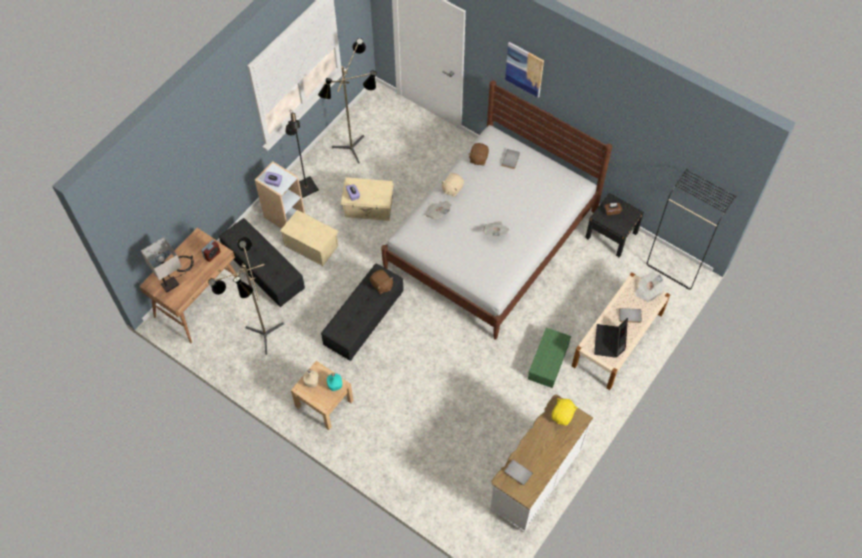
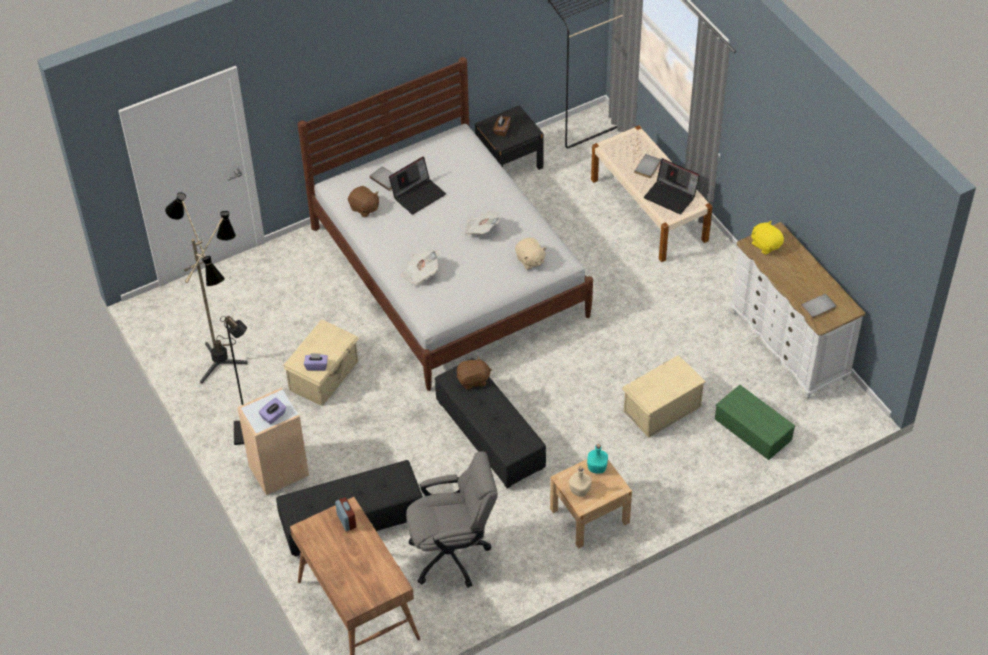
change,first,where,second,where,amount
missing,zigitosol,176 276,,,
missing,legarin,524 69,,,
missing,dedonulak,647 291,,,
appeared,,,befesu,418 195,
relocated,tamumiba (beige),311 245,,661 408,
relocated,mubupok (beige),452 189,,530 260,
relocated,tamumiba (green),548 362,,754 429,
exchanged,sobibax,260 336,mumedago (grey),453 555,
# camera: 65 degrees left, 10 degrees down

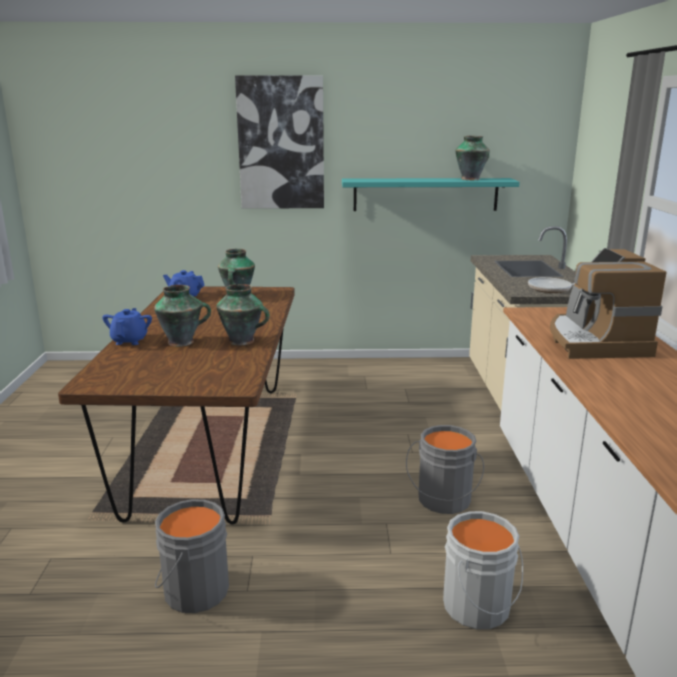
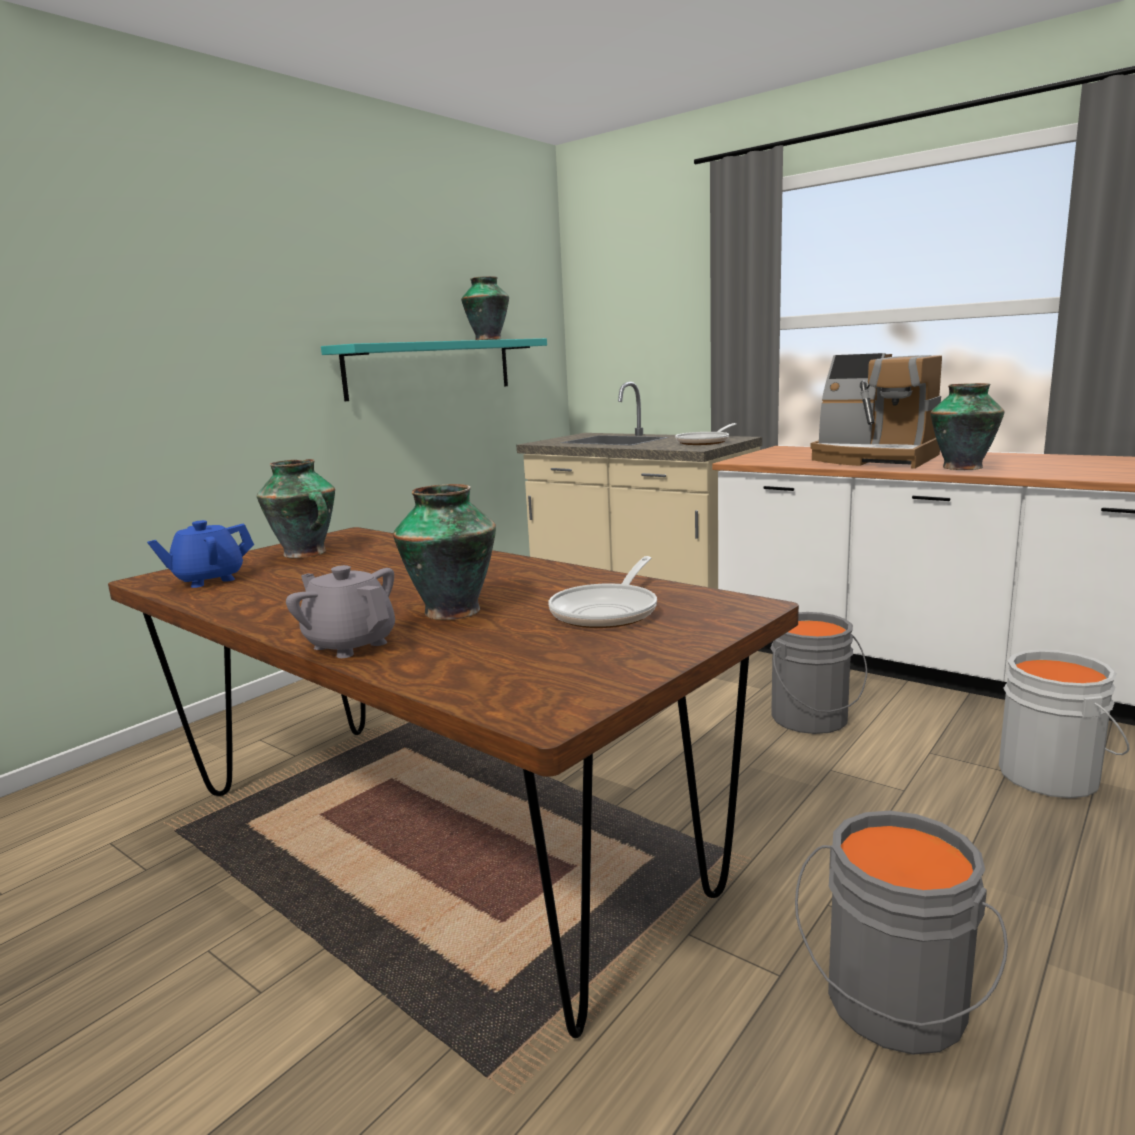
change,first,where,second,where,amount
missing,legarin,281 143,,,
appeared,,,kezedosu,608 611,
relocated,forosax,243 341,,964 467,
colour,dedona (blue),130 341,dedona (grey),350 644,
# camera: 50 degrees left, 5 degrees down

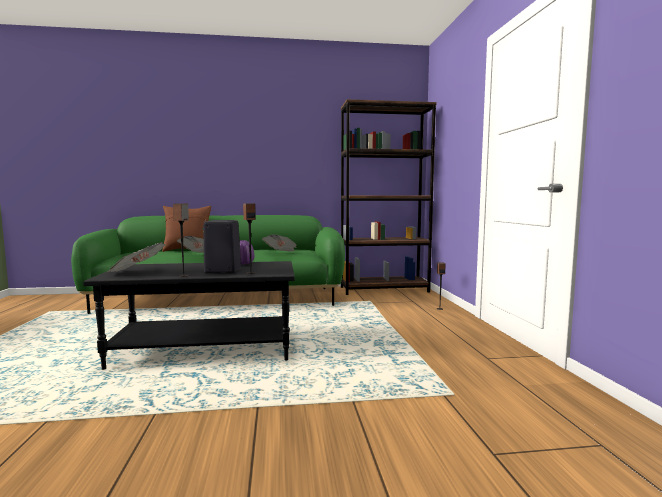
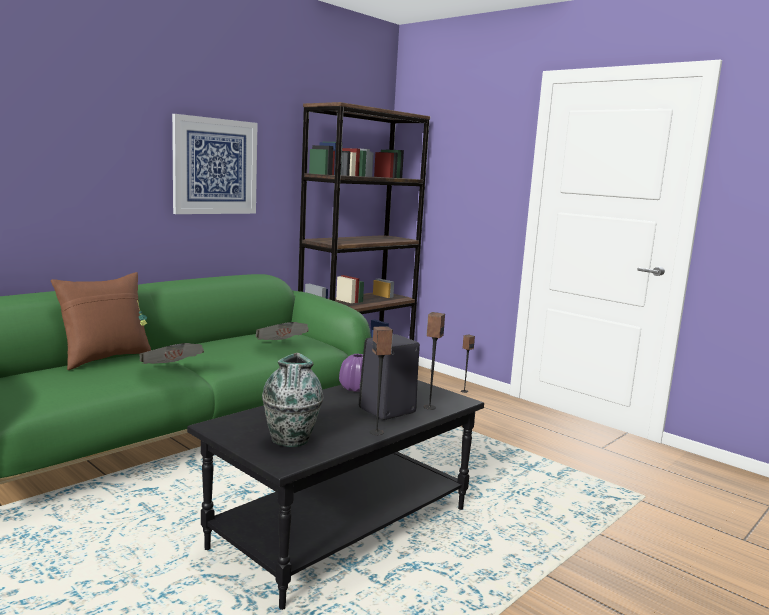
change,first,where,second,where,amount
appeared,,,legarin,215 166,
exchanged,dedonulak,137 272,forosax,290 440,
# camera: 40 degrees left, 5 degrees up

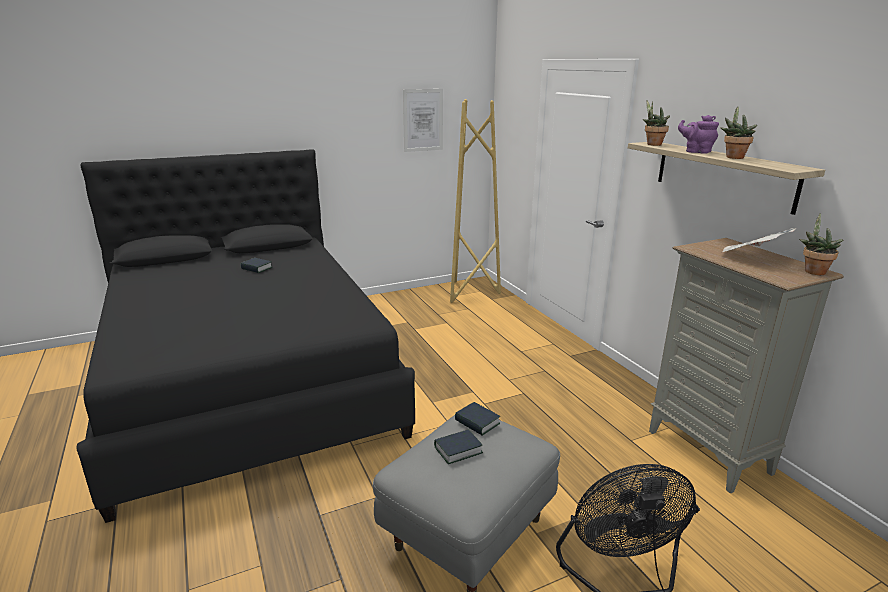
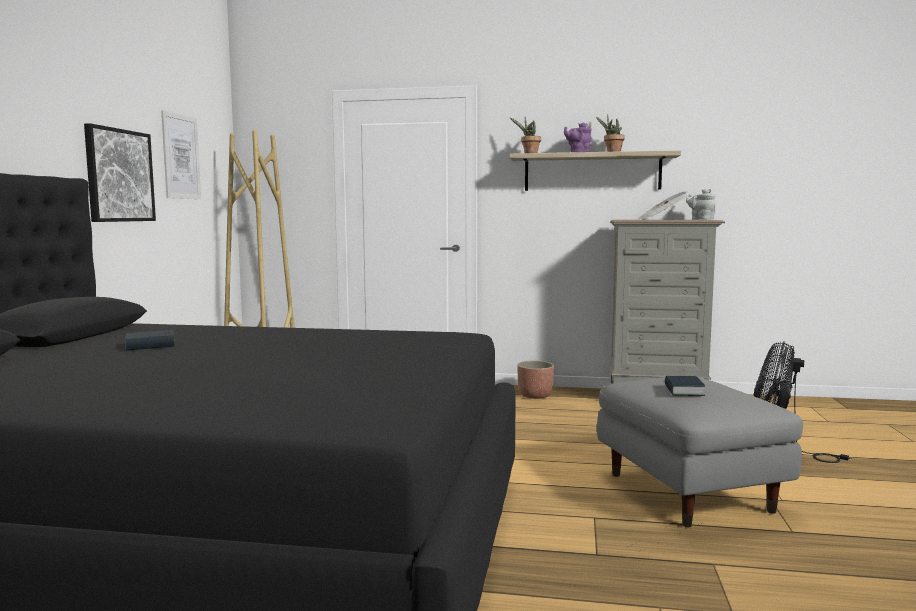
change,first,where,second,where,amount
missing,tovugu,477 422,,,
appeared,,,legarin,119 175,
appeared,,,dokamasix,535 395,
exchanged,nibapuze,812 271,dedona (grey),701 219,
# camera: 55 degrees left, 15 degrees down

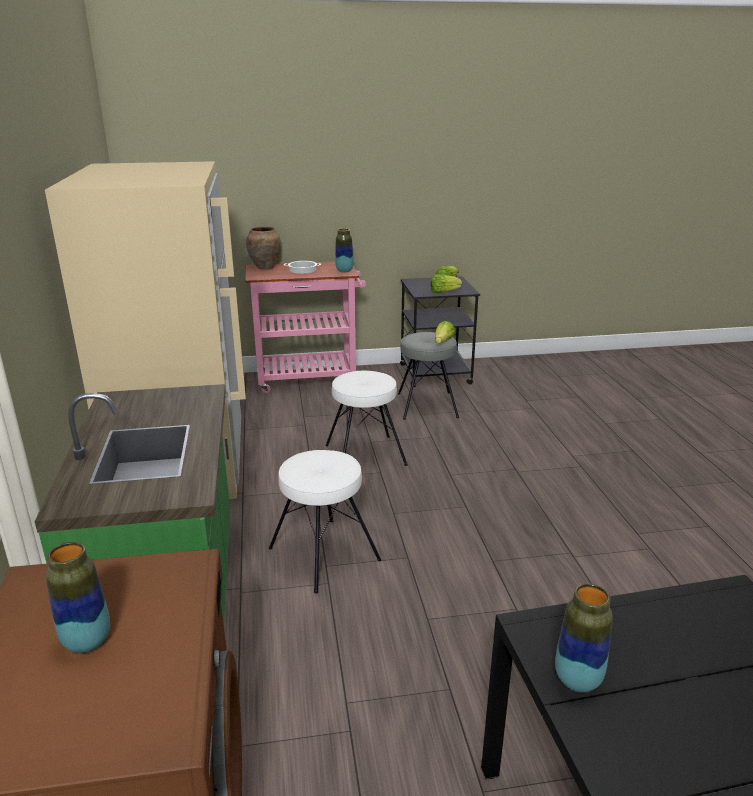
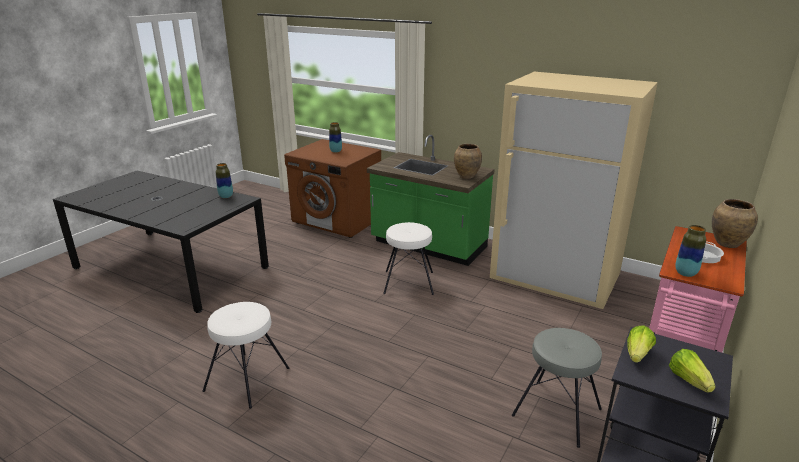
change,first,where,second,where,amount
missing,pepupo,443 342,,,
appeared,,,forosax (brown),466 176,
relocated,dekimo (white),365 454,,248 379,
# camera: 130 degrees right, 0 degrees up

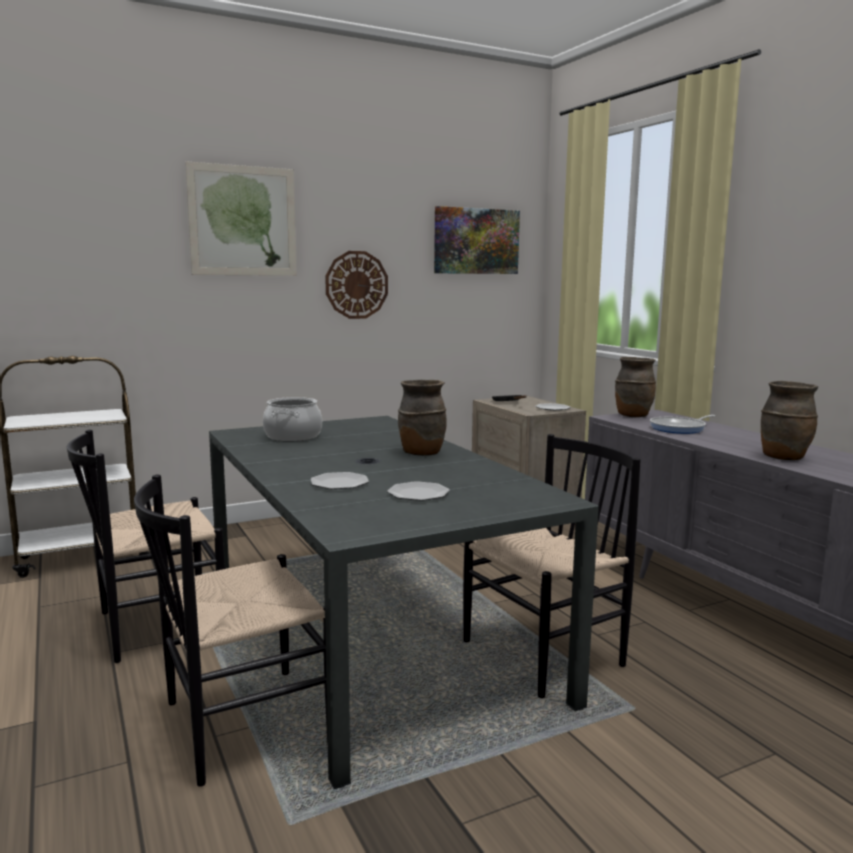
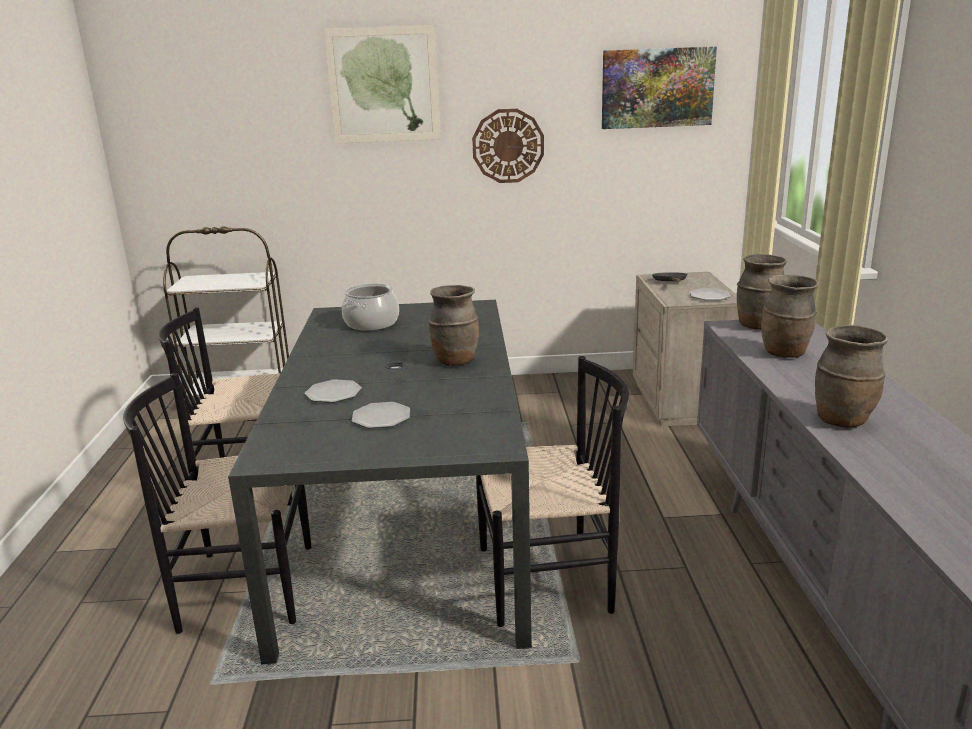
change,first,where,second,where,amount
exchanged,kezedosu,680 428,forosax (brown),785 353,
# camera: 25 degrees right, 10 degrees up

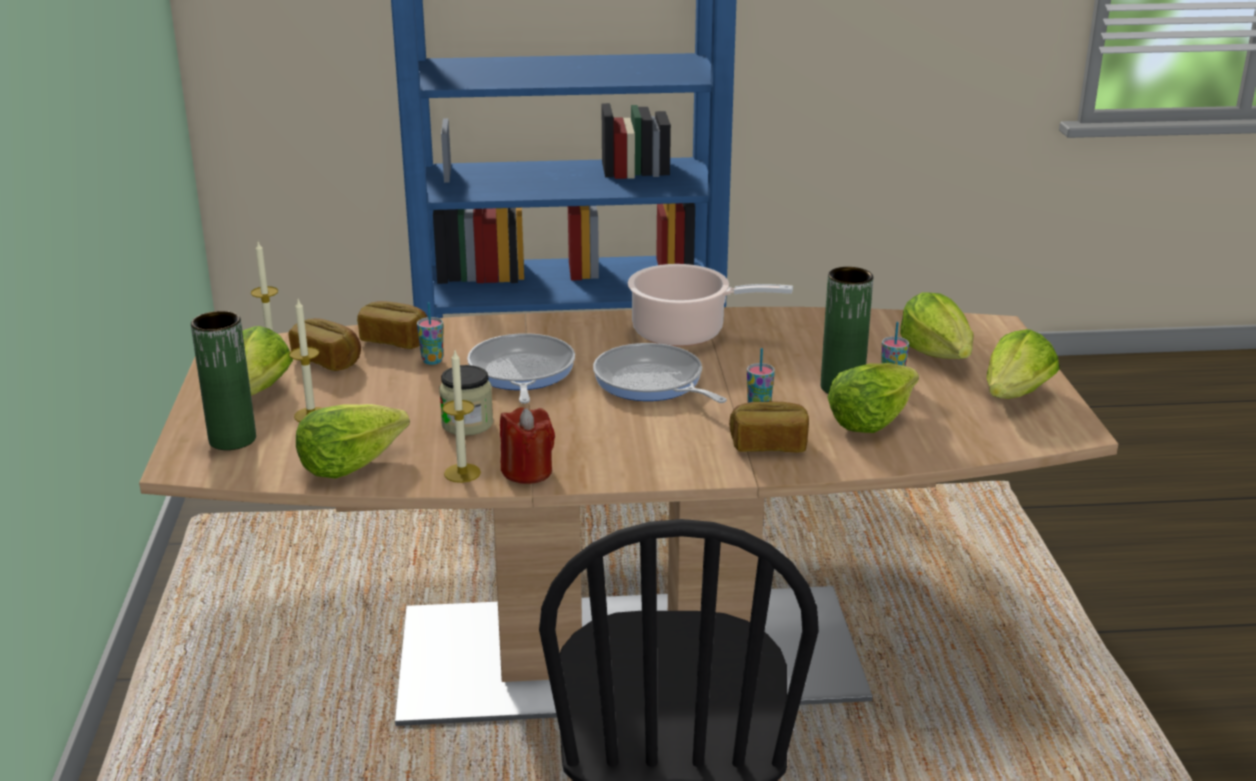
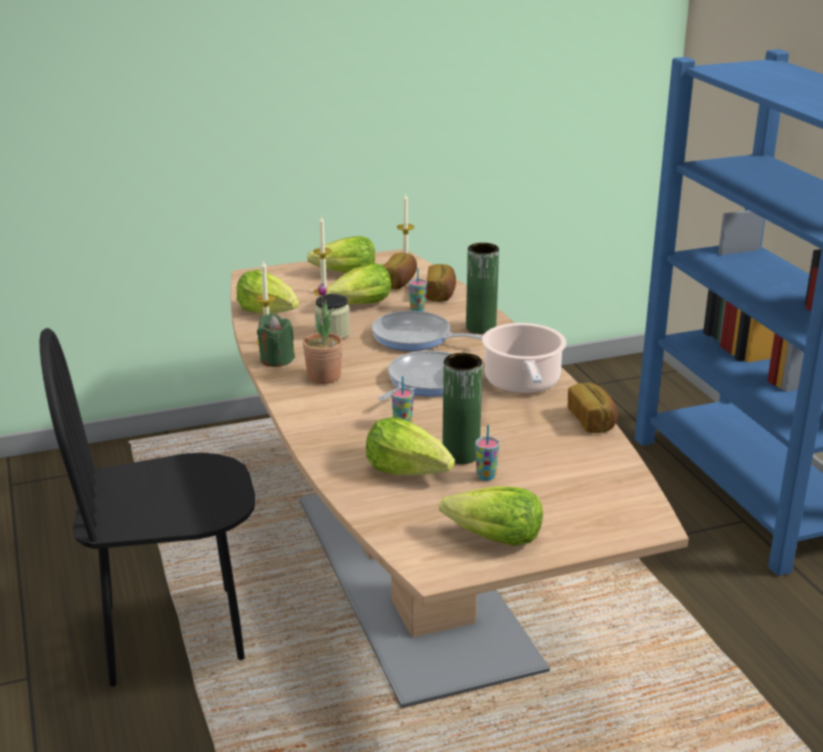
change,first,where,second,where,amount
appeared,,,nibapuze,324 377,
relocated,forosax (green),232 439,,481 328,
relocated,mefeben,769 445,,592 421,
relocated,pepupo,938 354,,361 305,
colour,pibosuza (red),527 471,pibosuza (green),276 359,
spun,kezedosu,521 373,,415 337,135 degrees counterclockwise
# camera: 75 degrees right, 0 degrees up

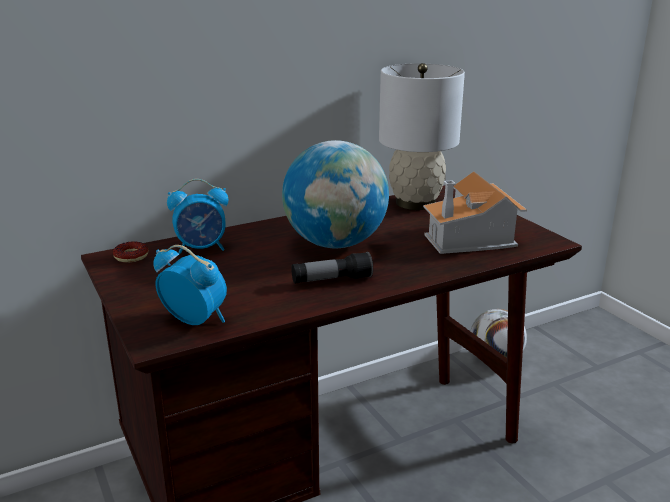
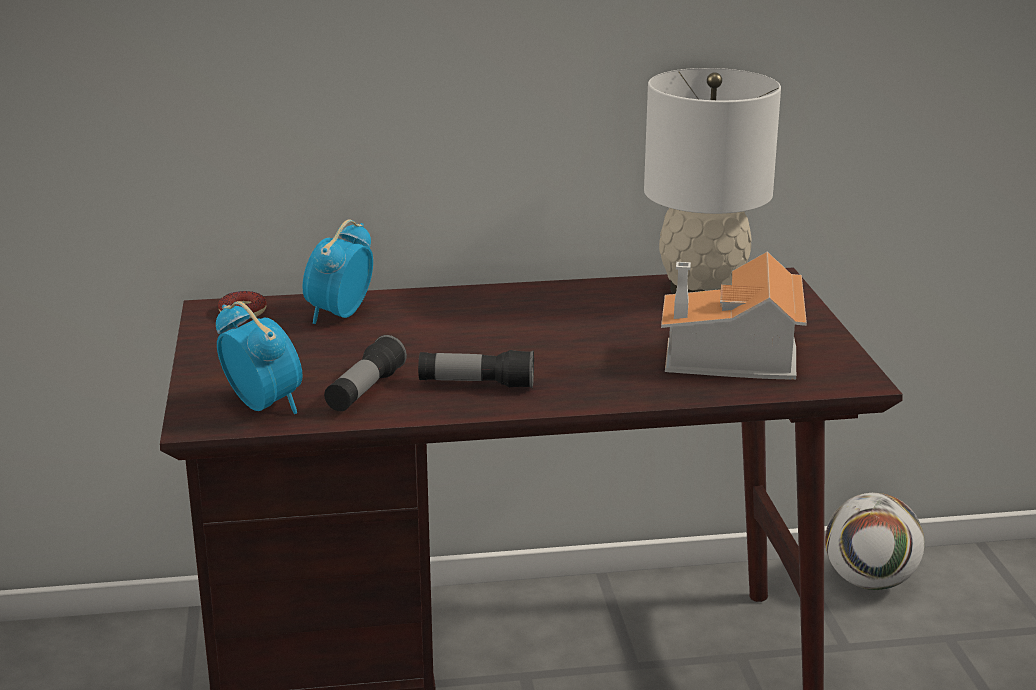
change,first,where,second,where,amount
missing,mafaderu,335 244,,,
appeared,,,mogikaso,365 391,
spun,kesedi,202 249,,339 315,105 degrees clockwise
# camera: 20 degrees right, 0 degrees up

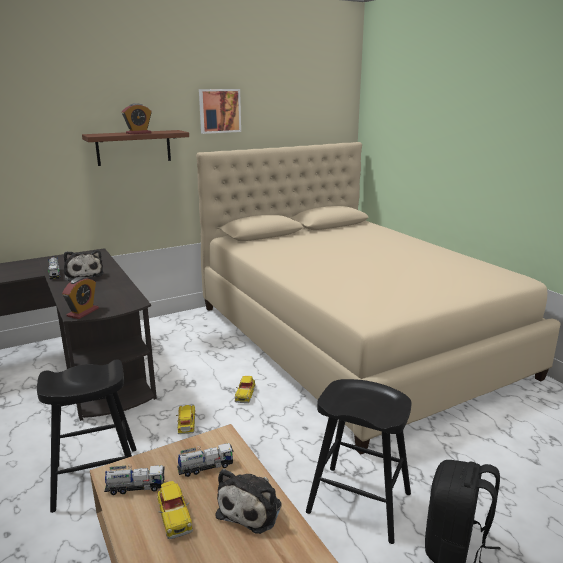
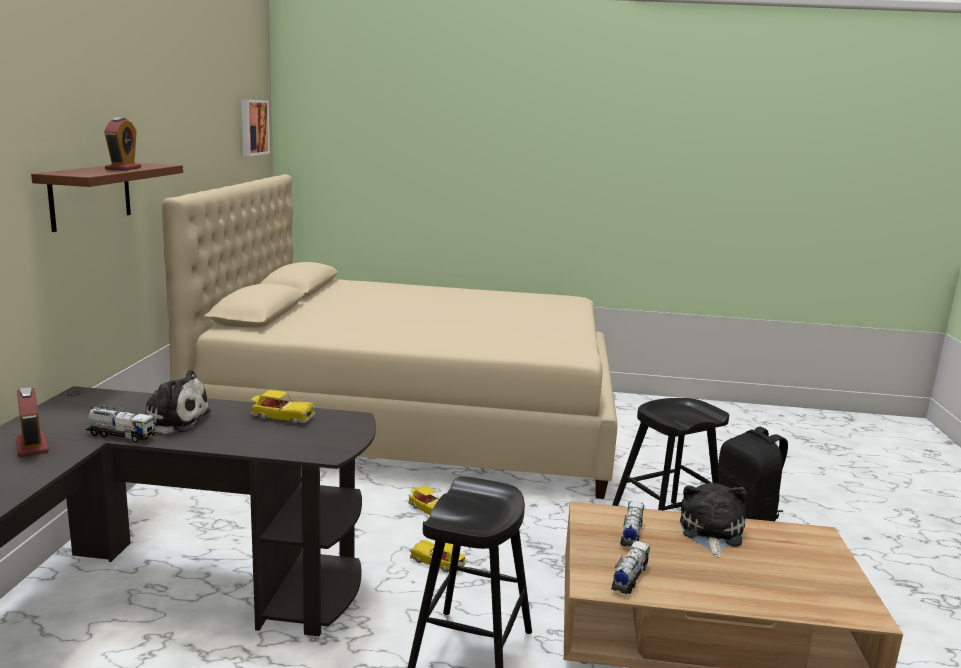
change,first,where,second,where,amount
relocated,kesedi,83 312,,32 446,
relocated,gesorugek,174 515,,282 417,
relocated,legarin,219 111,,253 127,
spun,mubupok,252 508,,710 533,135 degrees counterclockwise
# camera: 55 degrees left, 5 degrees down

